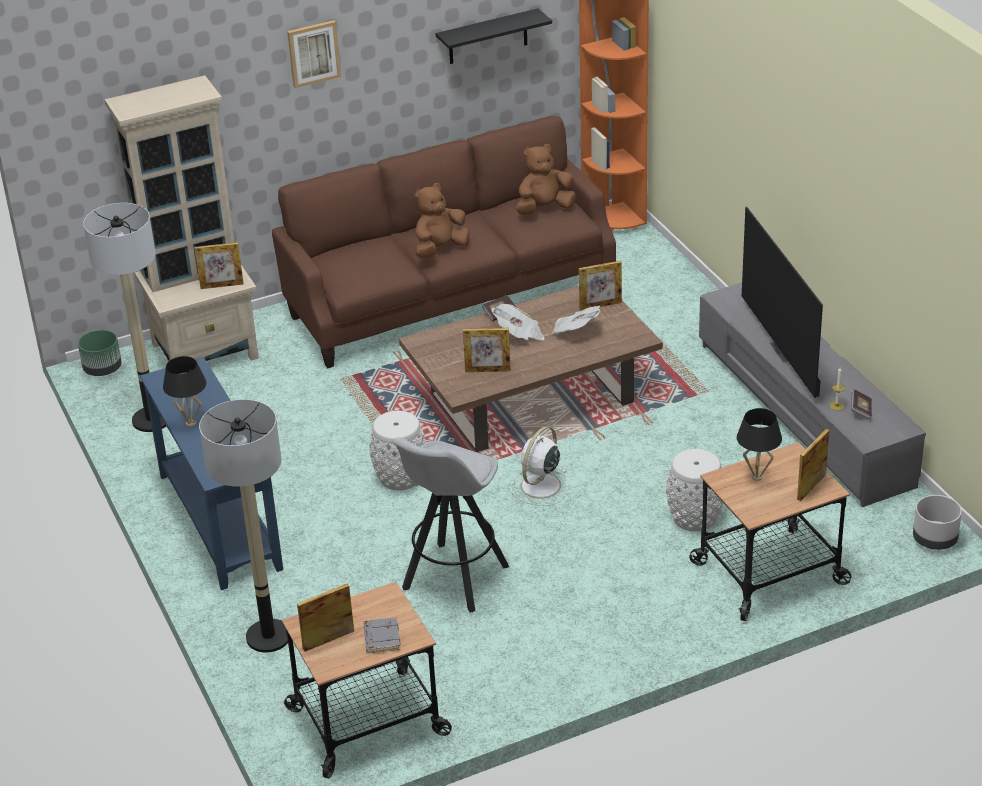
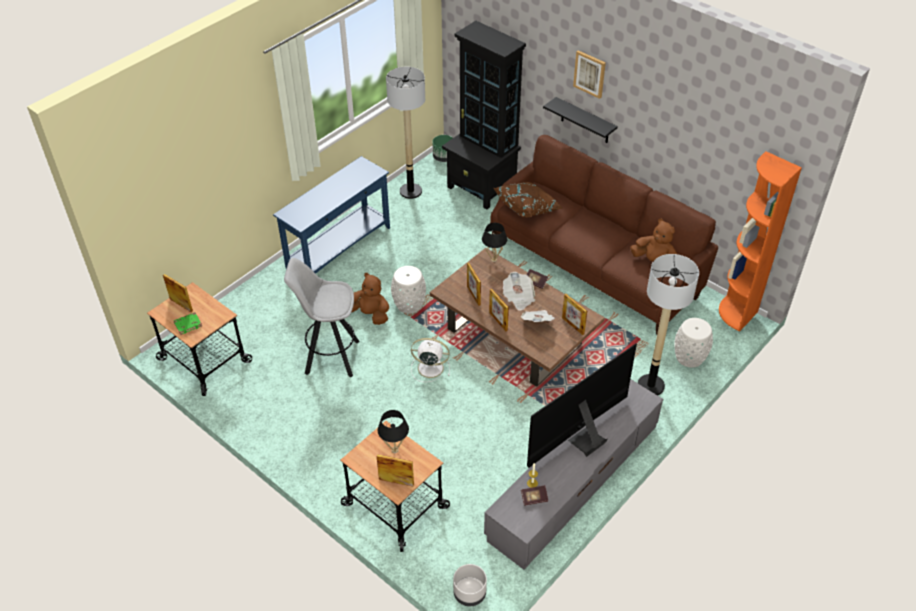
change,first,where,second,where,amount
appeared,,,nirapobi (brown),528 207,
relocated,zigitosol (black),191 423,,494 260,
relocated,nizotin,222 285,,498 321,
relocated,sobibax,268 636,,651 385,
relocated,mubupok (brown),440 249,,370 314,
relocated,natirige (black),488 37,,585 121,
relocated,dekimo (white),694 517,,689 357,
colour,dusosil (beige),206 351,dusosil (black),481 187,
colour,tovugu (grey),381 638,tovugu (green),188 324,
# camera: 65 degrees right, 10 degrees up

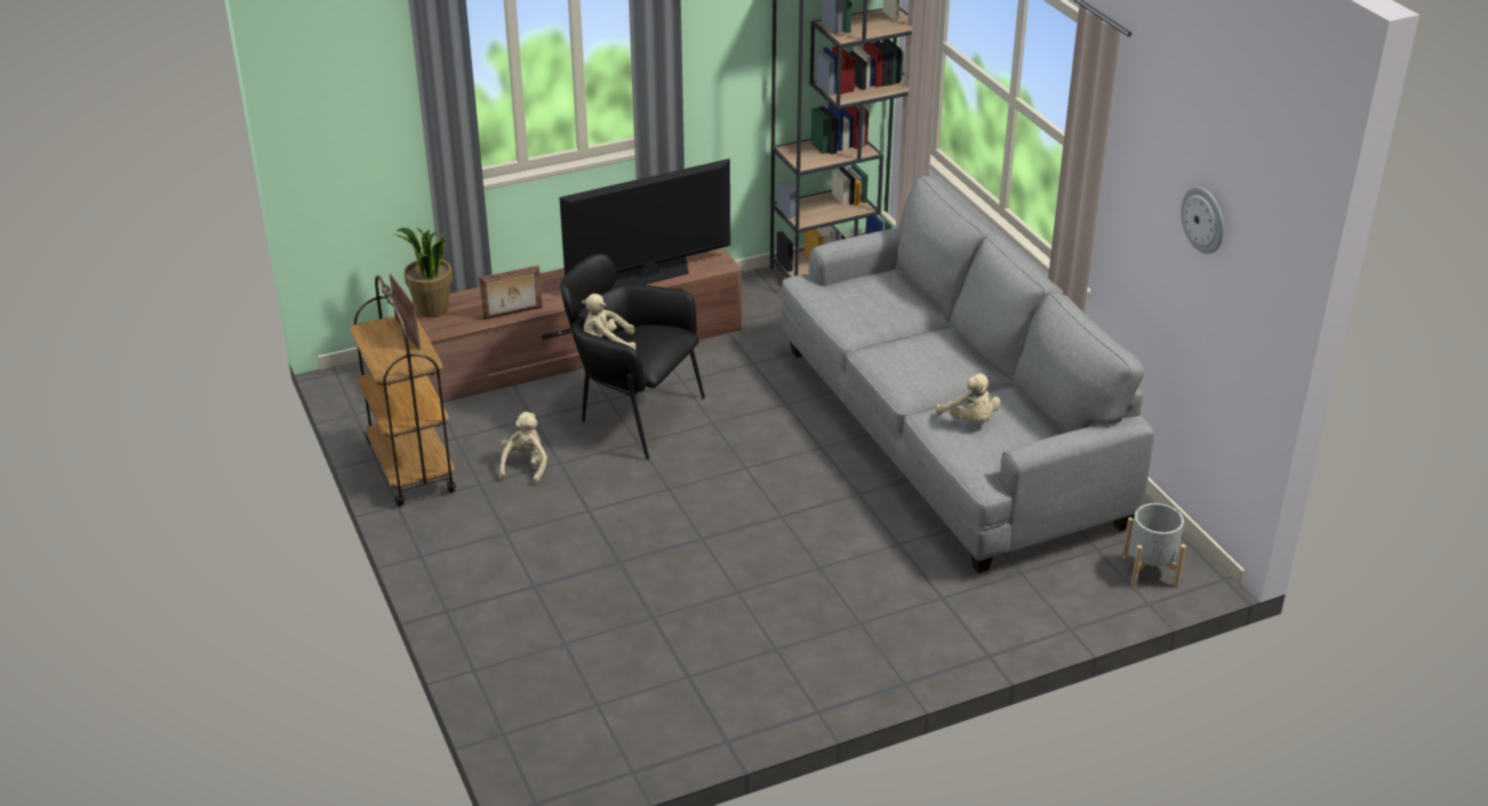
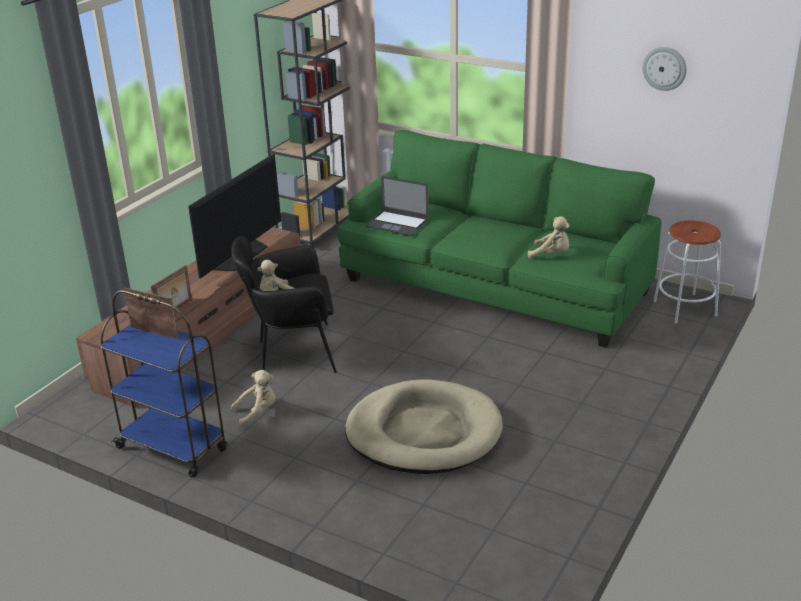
change,first,where,second,where,amount
missing,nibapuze,431 309,,,
appeared,,,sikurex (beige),424 433,
appeared,,,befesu,397 223,
exchanged,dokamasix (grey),1150 571,dekimo (white),685 308,
colour,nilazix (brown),411 469,nilazix (blue),173 450,
colour,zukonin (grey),948 434,zukonin (green),494 286,
spun,mubupok (beige),525 467,,258 412,90 degrees clockwise
# camera: 35 degrees left, 5 degrees down

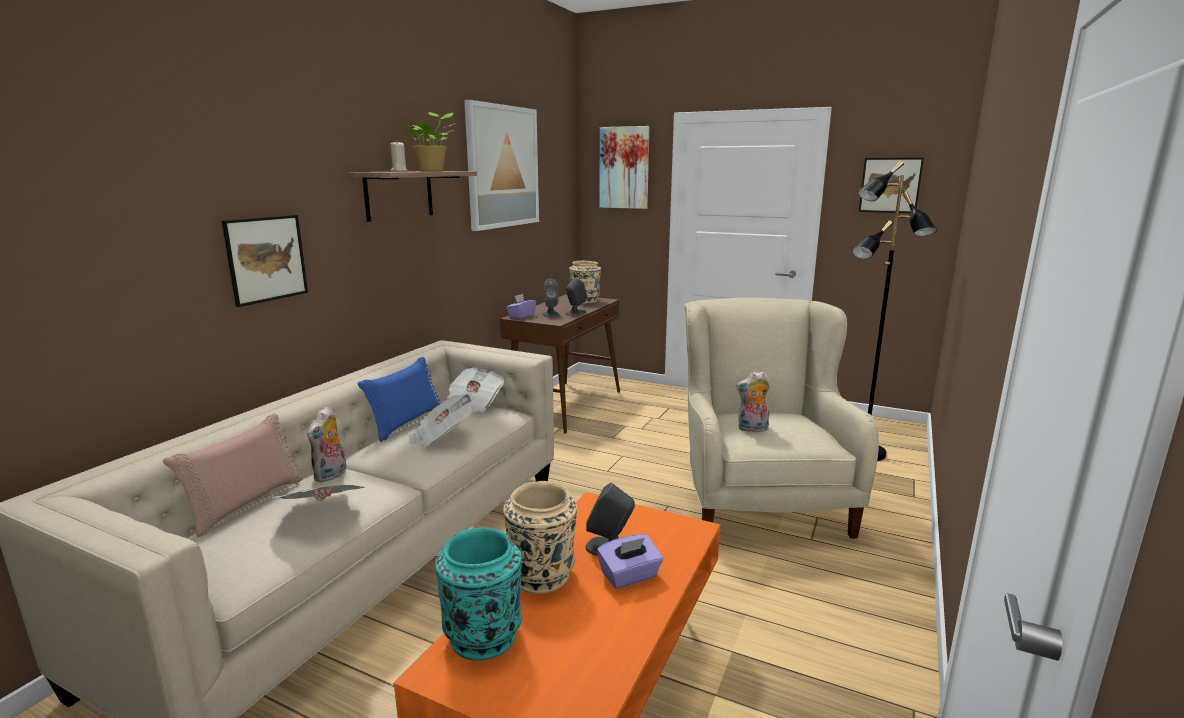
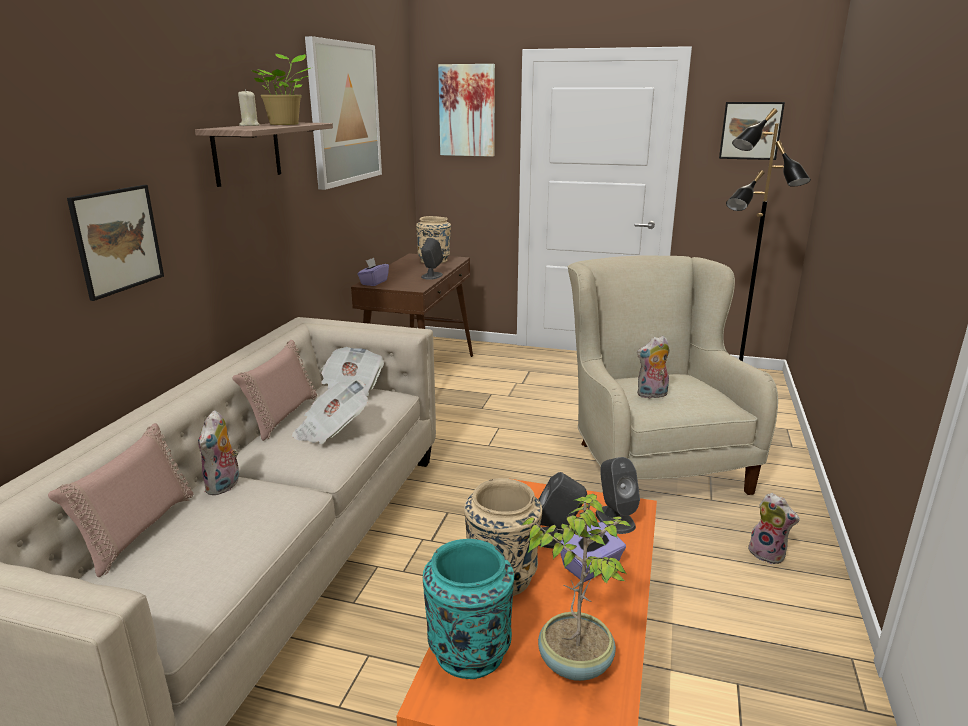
change,first,where,second,where,amount
missing,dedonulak,324 512,,,
appeared,,,nibapuze,575 662,
appeared,,,mubupok,768 554,
relocated,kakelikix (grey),551 314,,615 519,
colour,nirapobi (blue),405 423,nirapobi (beige),282 416,
# camera: 10 degrees left, 5 degrees up

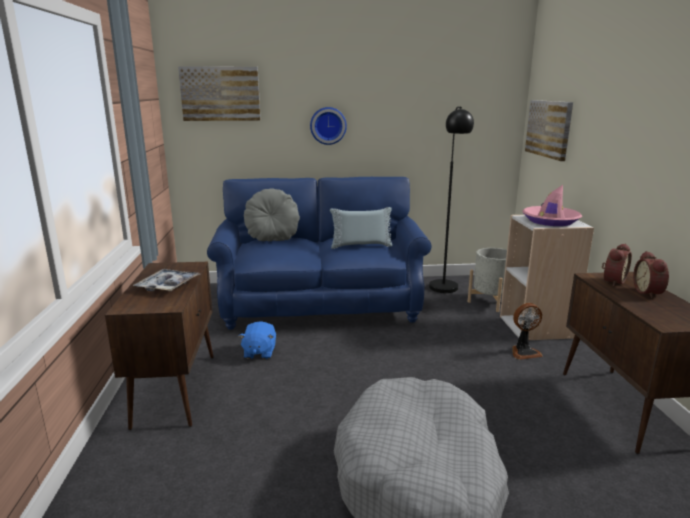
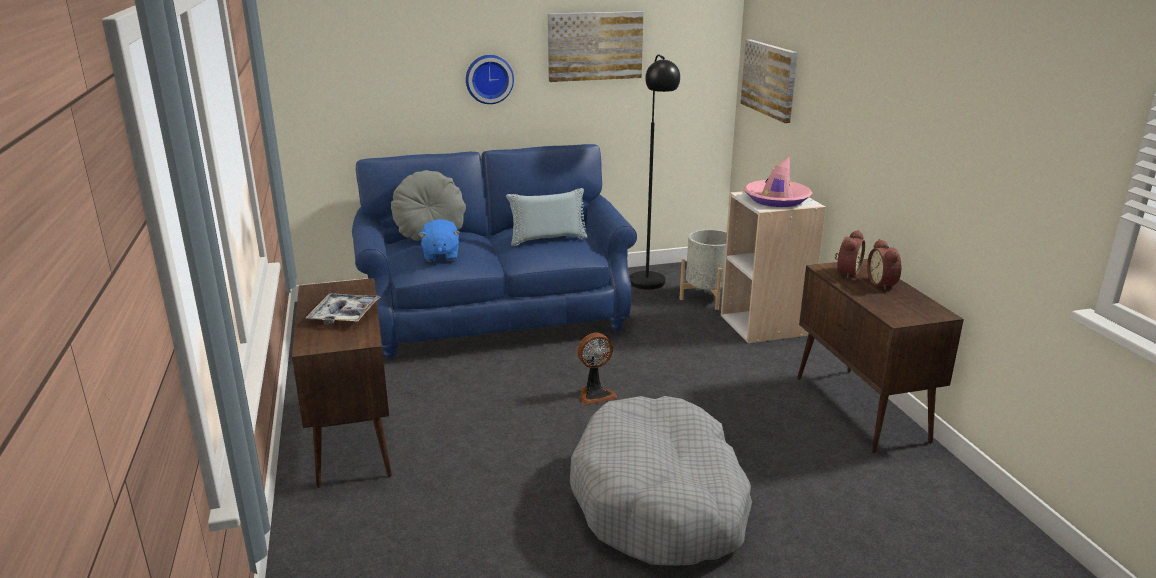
change,first,where,second,where,amount
relocated,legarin,220 94,,594 46,
relocated,mubupok (blue),259 352,,440 256,
relocated,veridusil,524 352,,595 394,
# camera: 10 degrees left, 5 degrees up

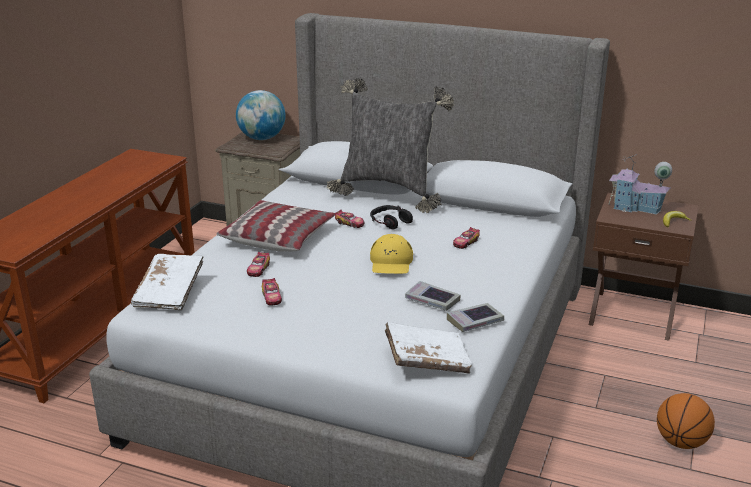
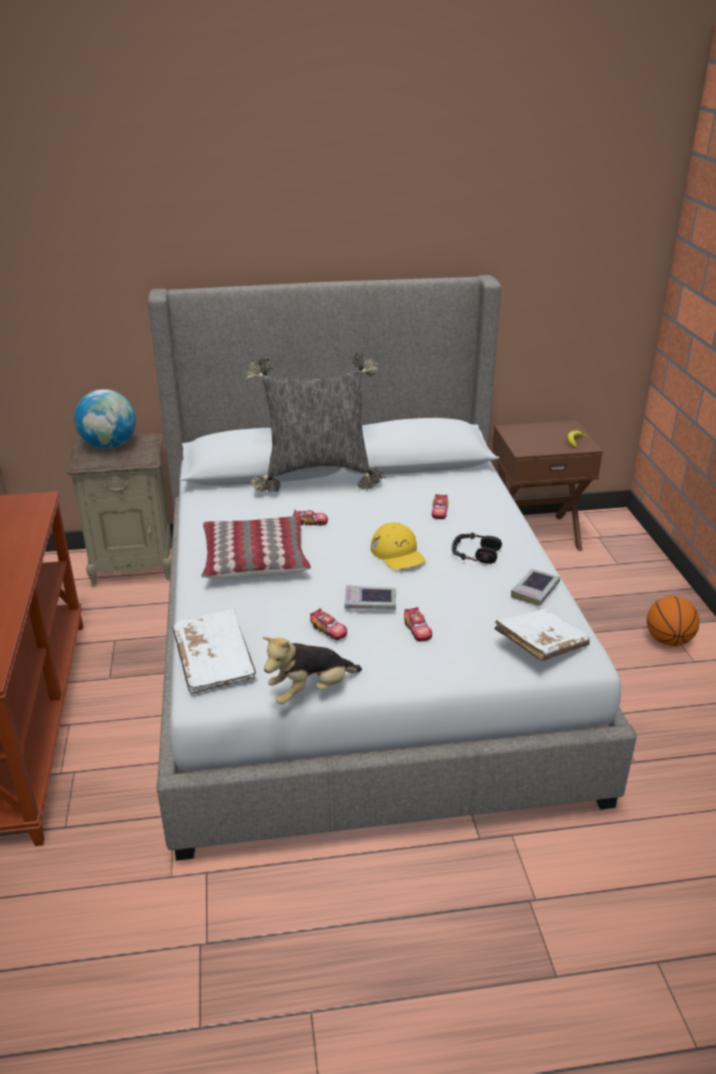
change,first,where,second,where,amount
missing,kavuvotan,635 208,,,
appeared,,,mubupok,311 691,
relocated,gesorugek,258 269,,417 630,
relocated,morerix,390 221,,475 554,
relocated,tovugu,432 300,,370 602,
# camera: 30 degrees left, 5 degrees up

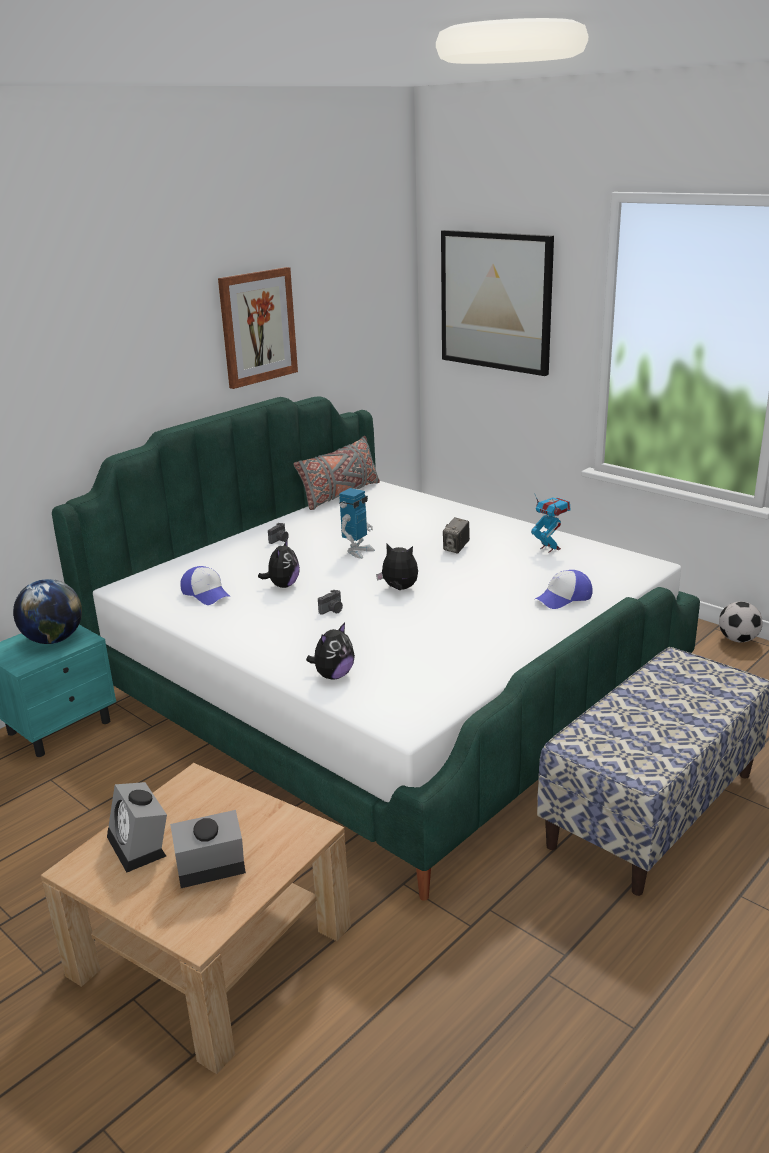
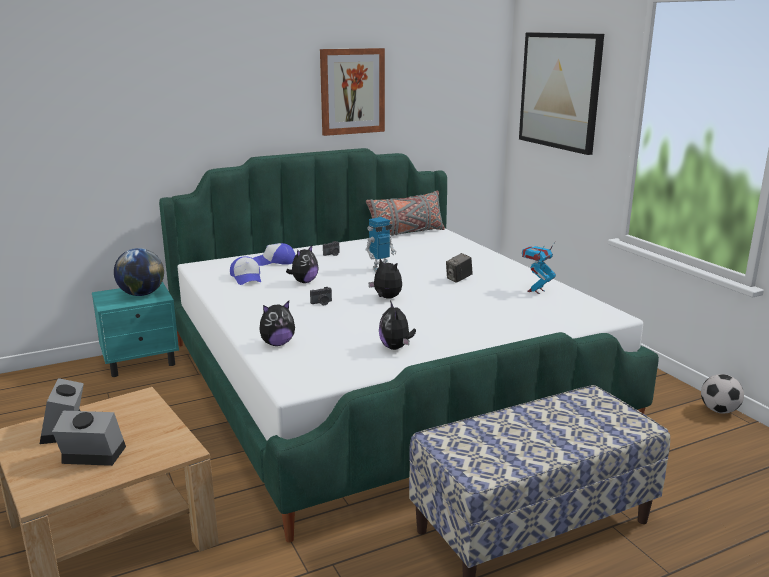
change,first,where,second,where,amount
appeared,,,mubupok,396 347,
relocated,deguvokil,564 598,,275 262,
spun,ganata,549 548,,536 291,120 degrees counterclockwise
# camera: 20 degrees right, 5 degrees down

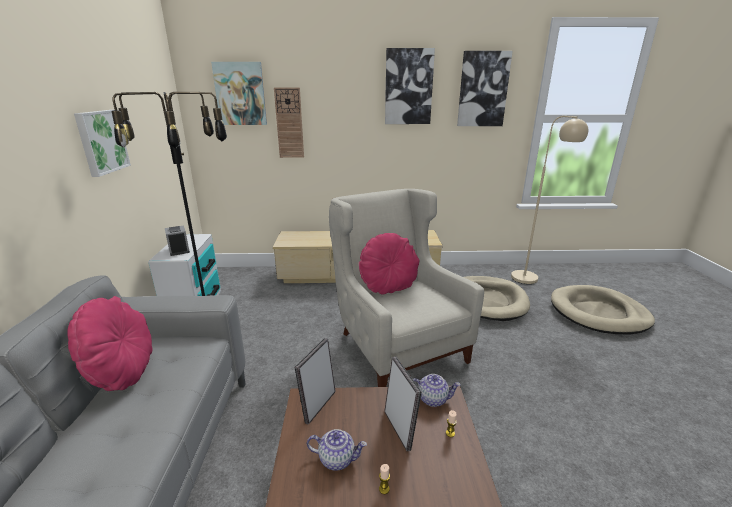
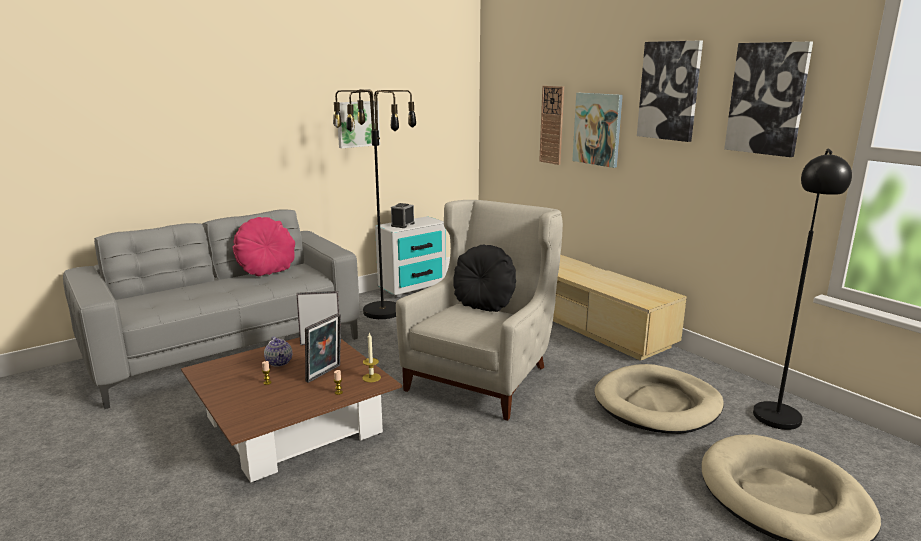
change,first,where,second,where,amount
relocated,legarin,240 94,,598 129,
exchanged,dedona,433 399,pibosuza,371 377,
colour,nirapobi (pink),388 288,nirapobi (black),484 307,
colour,sobibax (beige),531 281,sobibax (black),777 425,
# camera: 55 degrees right, 5 degrees down

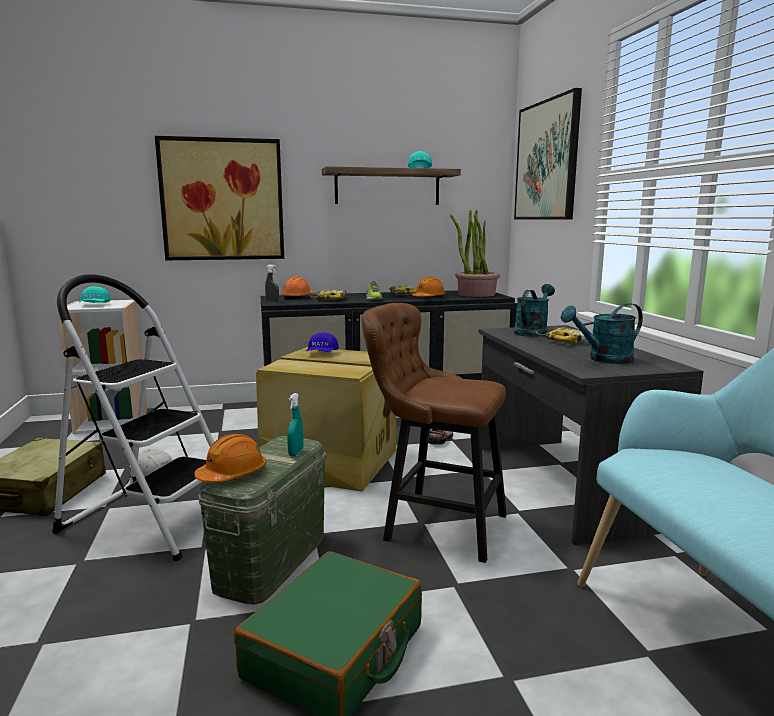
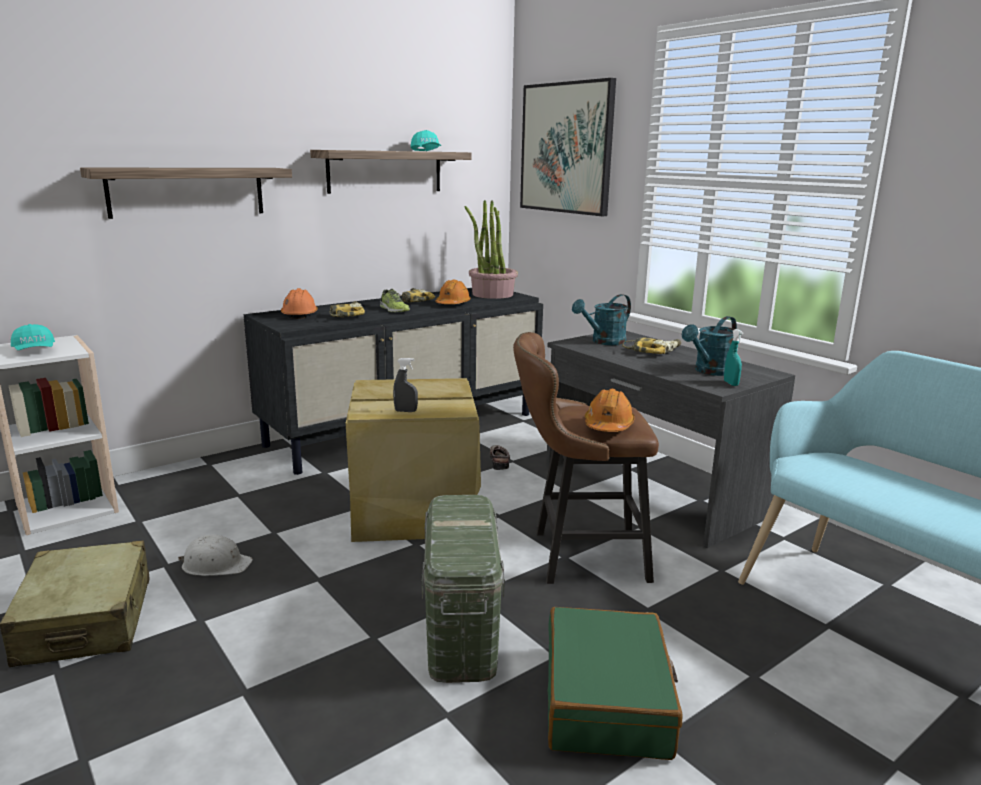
change,first,where,second,where,amount
missing,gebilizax,149 519,,,
missing,deguvokil (blue),322 353,,,
relocated,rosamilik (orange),232 474,,608 426,
relocated,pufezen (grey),272 301,,405 411,
relocated,pufezen (turquoise),296 453,,731 383,
exchanged,legarin,222 200,natirige,187 191,
spun,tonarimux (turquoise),532 332,,604 342,135 degrees counterclockwise
# camera: 25 degrees left, 5 degrees up

